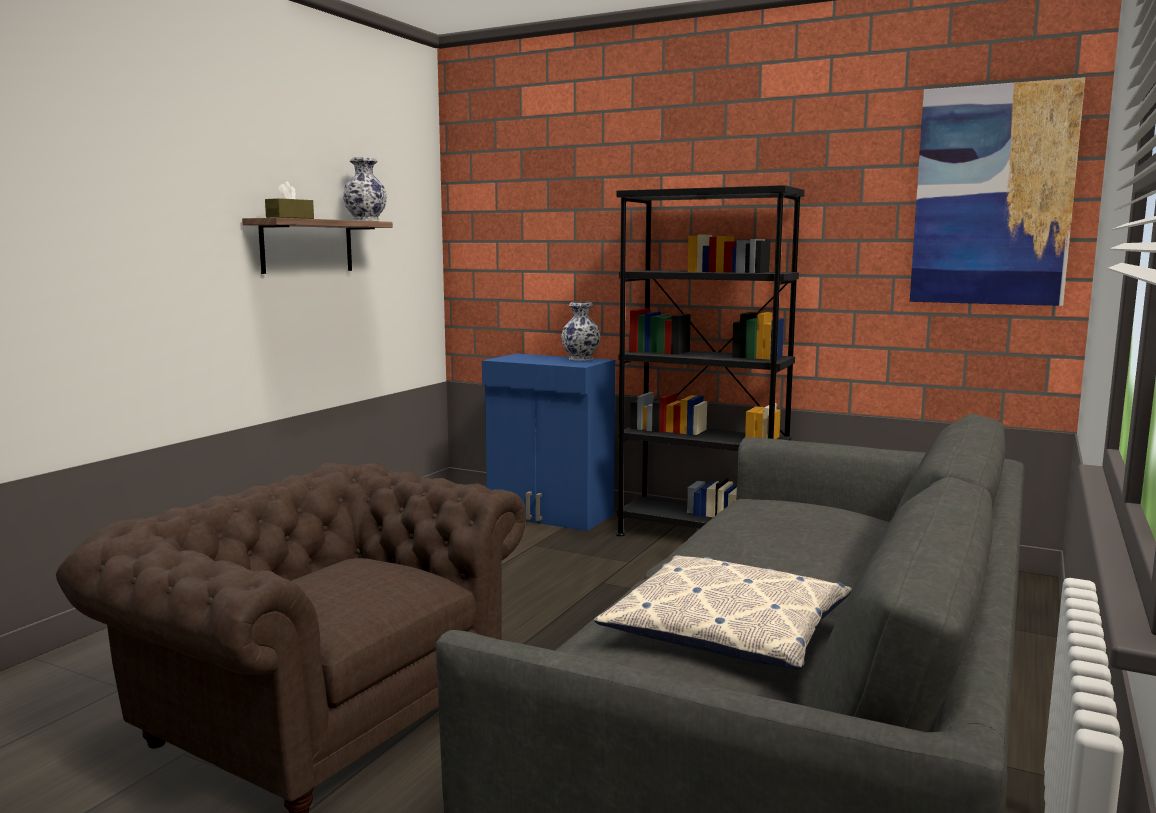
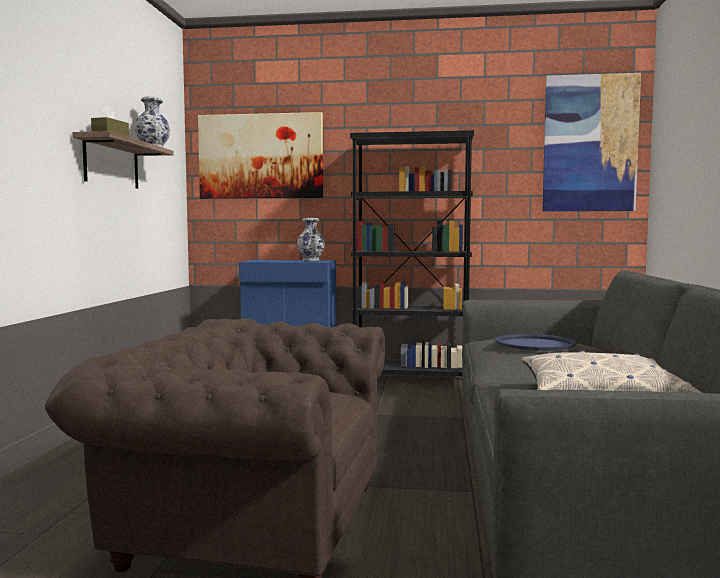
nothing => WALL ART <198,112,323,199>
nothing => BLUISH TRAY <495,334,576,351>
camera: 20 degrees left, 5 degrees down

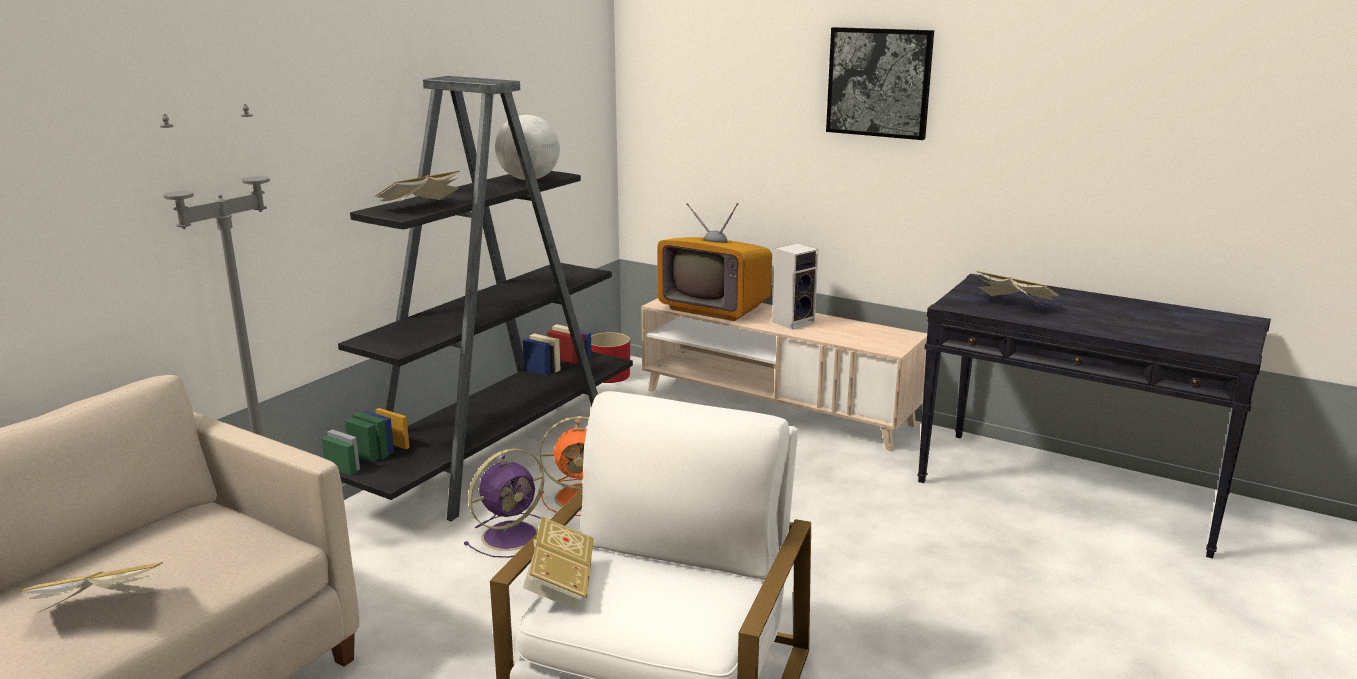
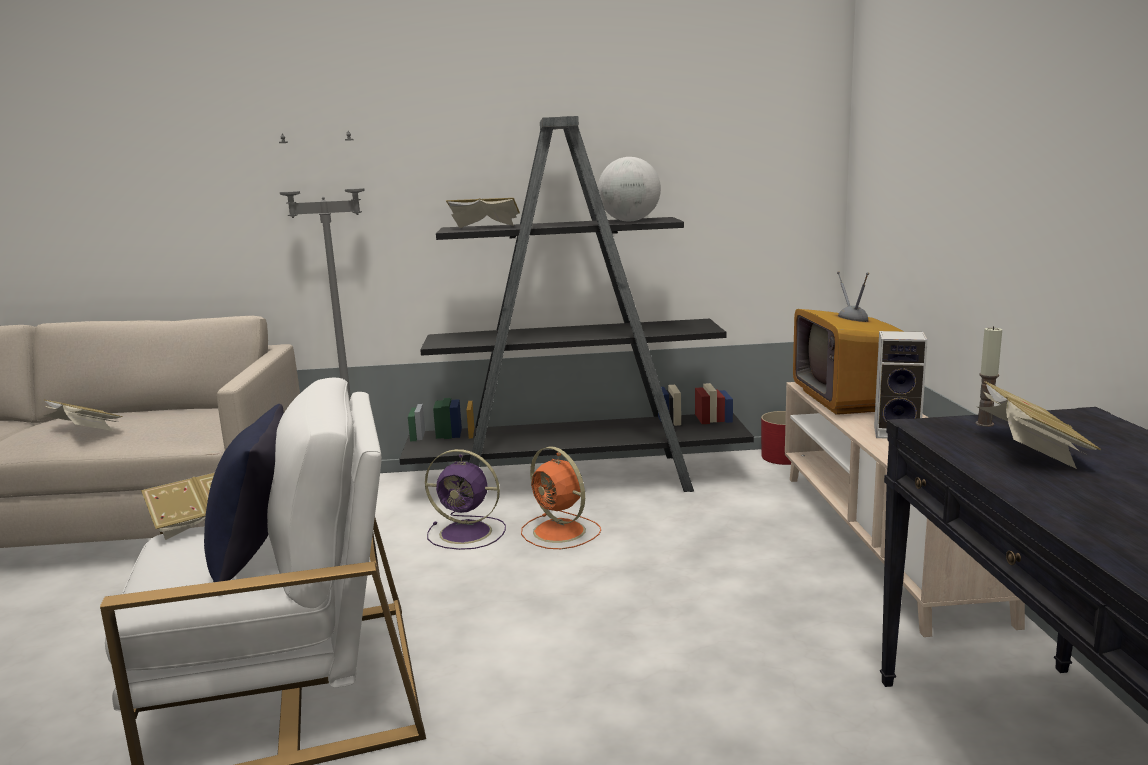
nothing => BLUISH PILLOW <204,404,284,582>
nothing => WAX CANDLE <975,326,1002,427>
WALL ART <826,27,934,140> => nothing
camera: 55 degrees right, 5 degrees down

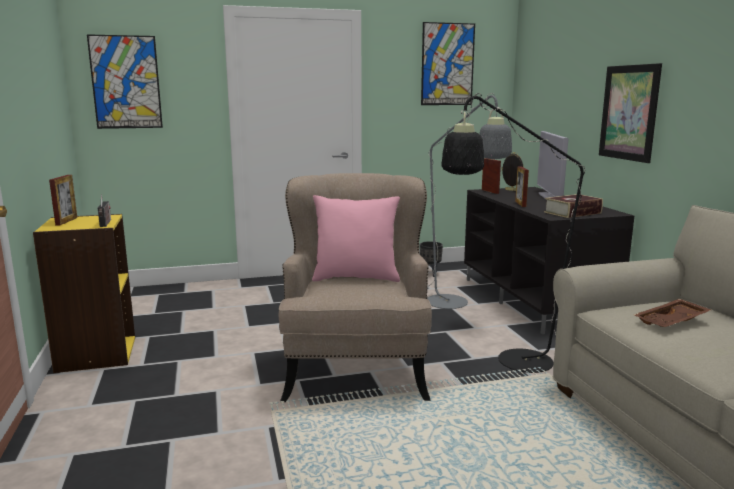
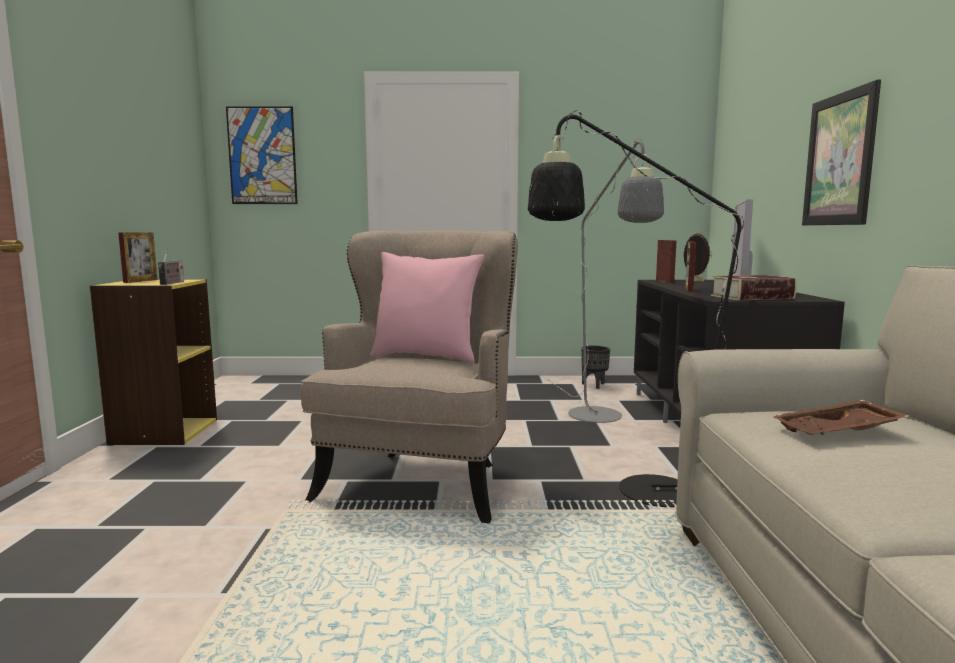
WALL ART <421,22,475,105> => nothing
camera: 15 degrees right, 5 degrees down

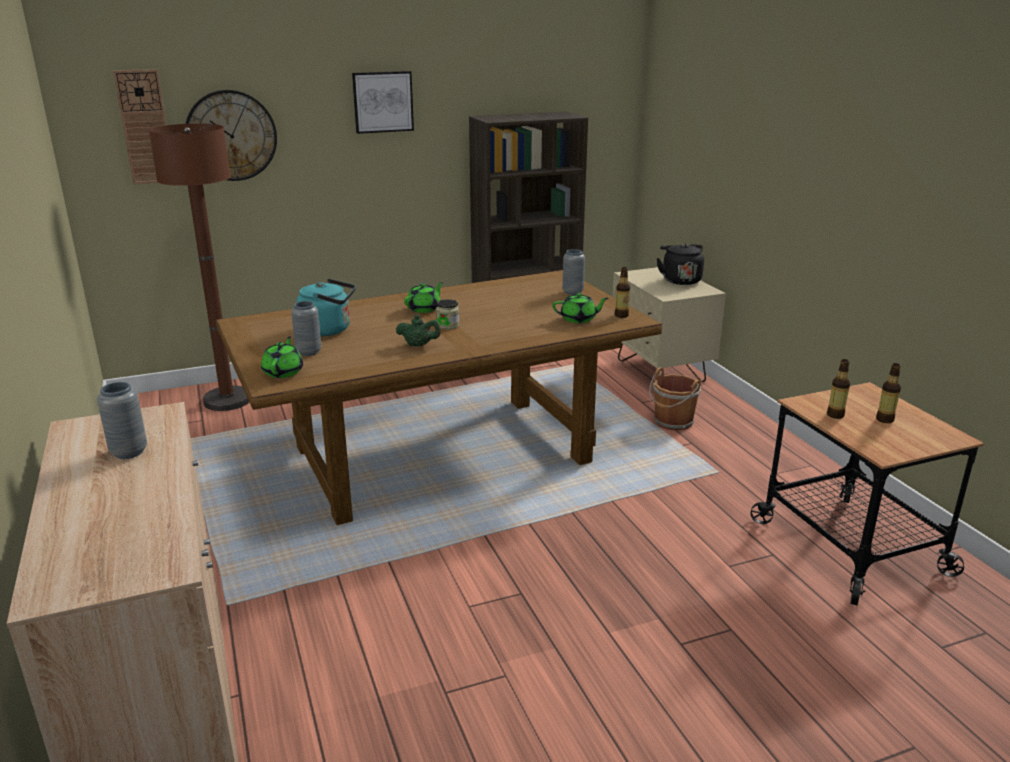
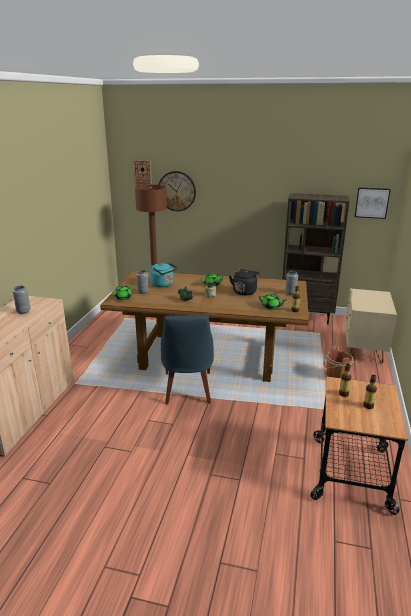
nothing => BLUISH UPRIGHT CHAIR <161,315,214,404>
BLACK TEA KETTLE <656,243,704,285> => BLACK TEA KETTLE <229,269,260,296>, move
WALL ART <352,71,414,134> => WALL ART <354,187,391,219>, move
camera: 35 degrees right, 0 degrees up

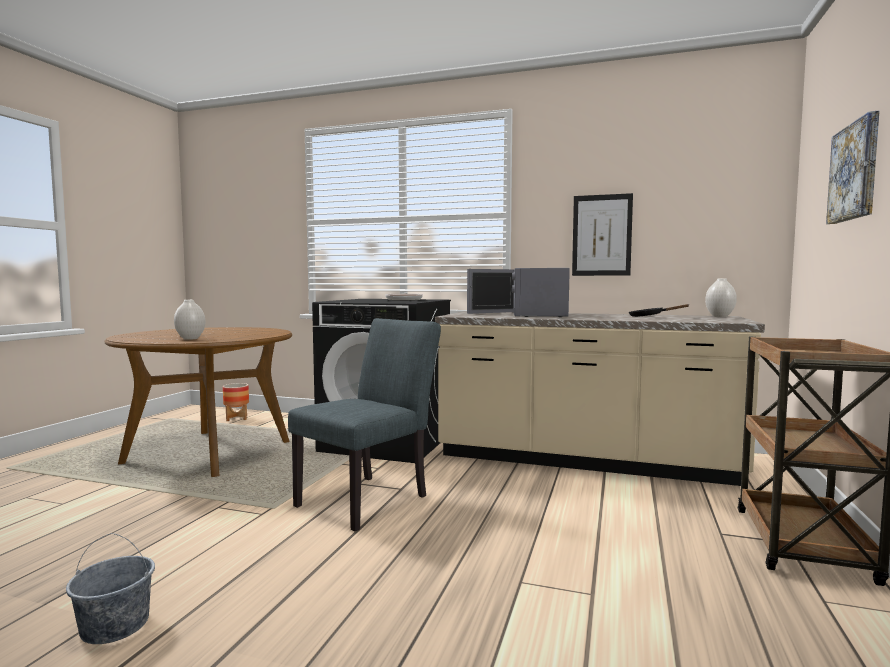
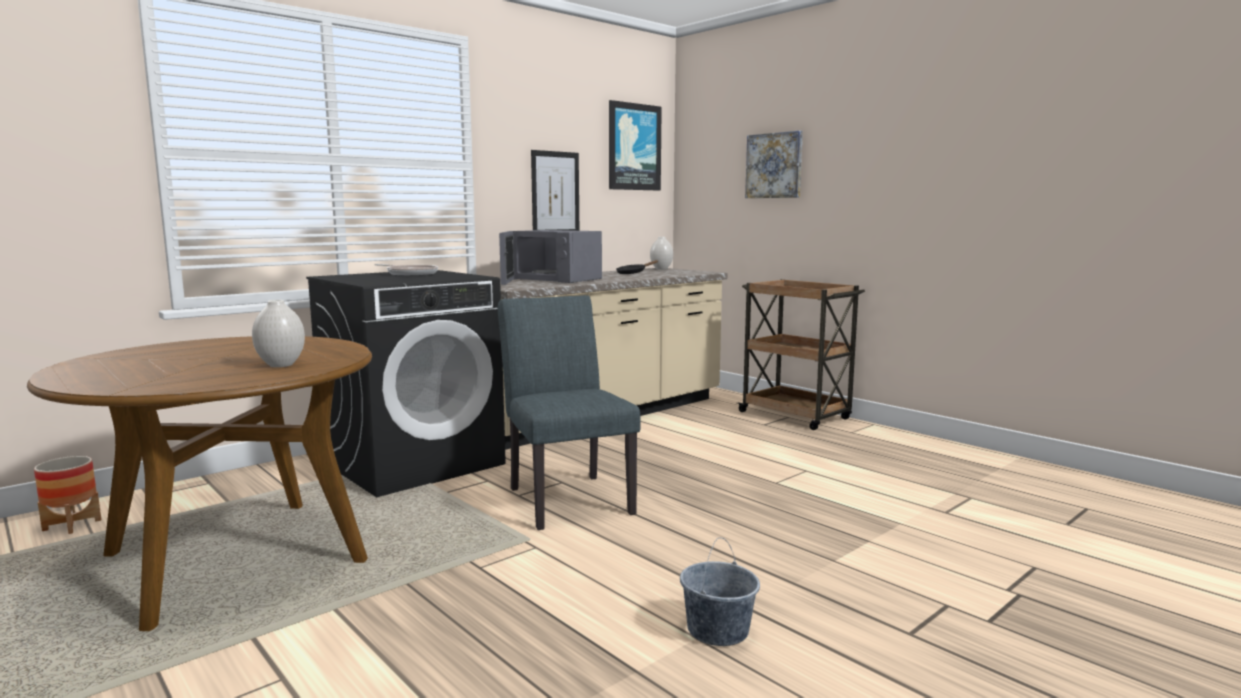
nothing => WALL ART <609,100,662,191>
camera: 60 degrees left, 5 degrees up

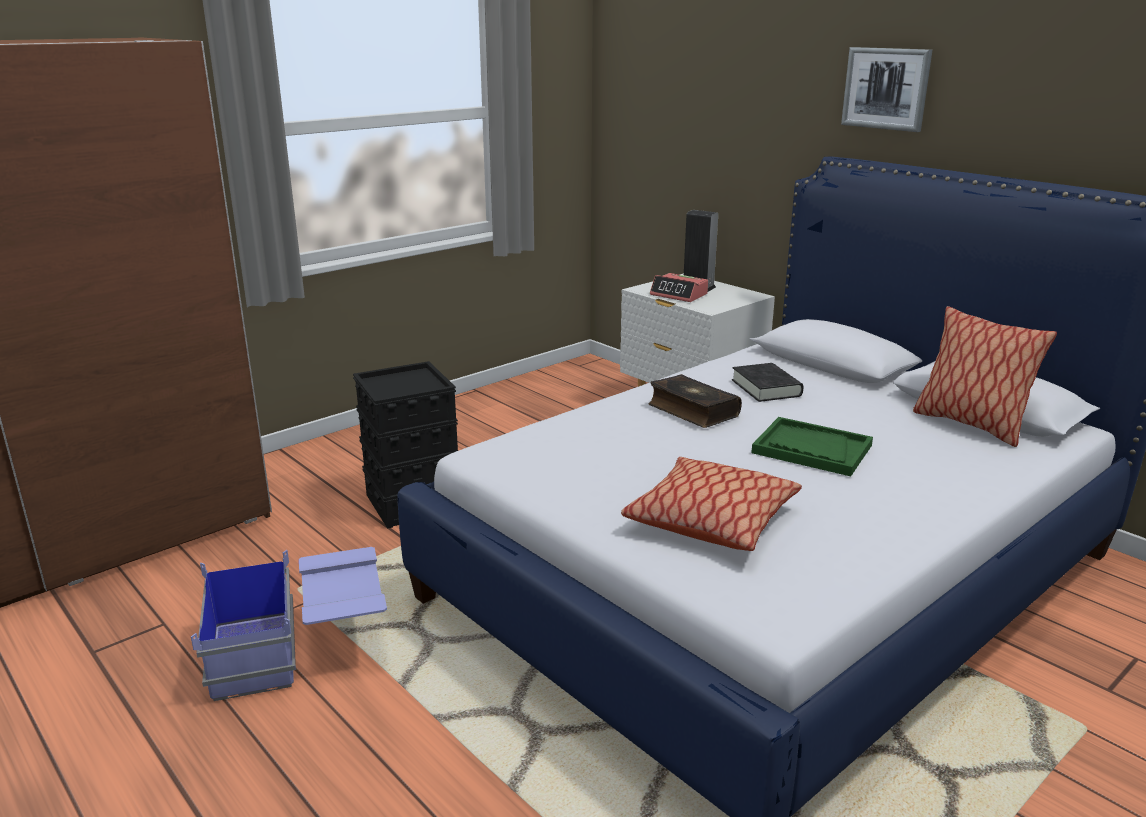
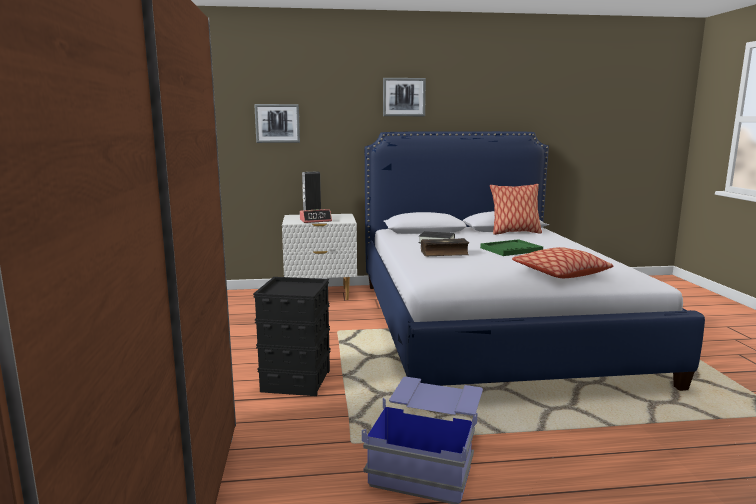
nothing => WALL ART <254,104,300,143>
camera: 55 degrees left, 10 degrees down

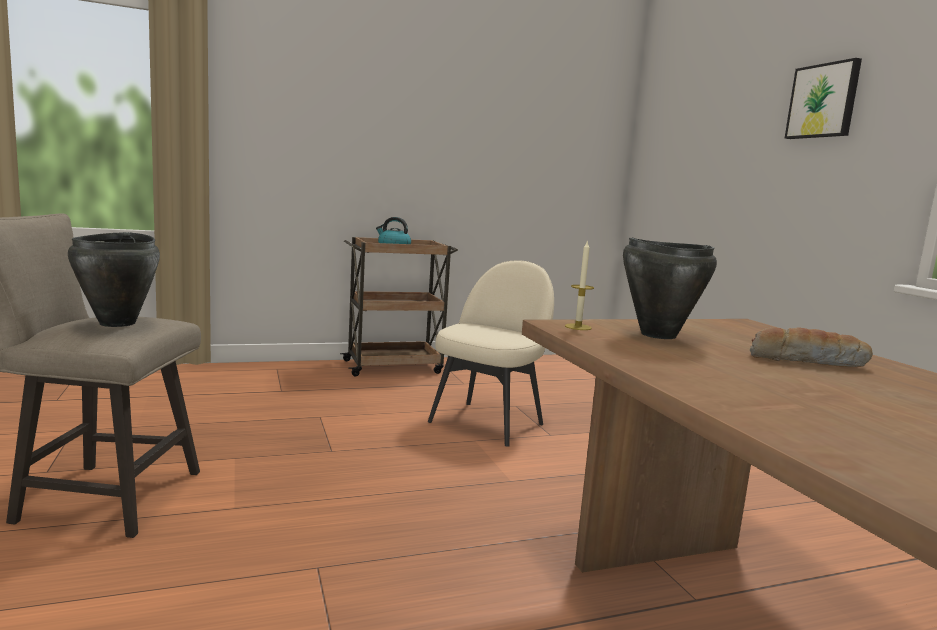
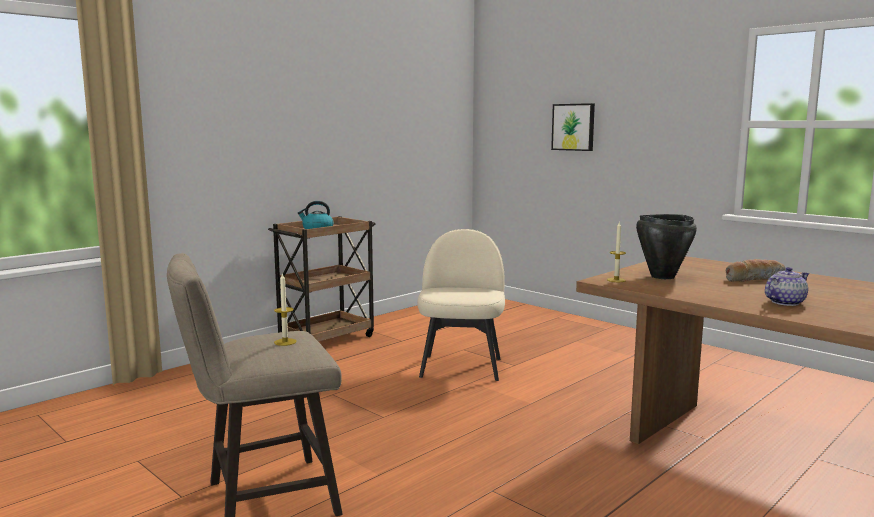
BLACK COOKING POT <68,232,160,327> => WAX CANDLE <274,274,297,346>
WALL ART <785,58,862,139> => WALL ART <551,103,595,151>, move
nothing => TEAPOT <765,267,809,306>
camera: 25 degrees left, 0 degrees up

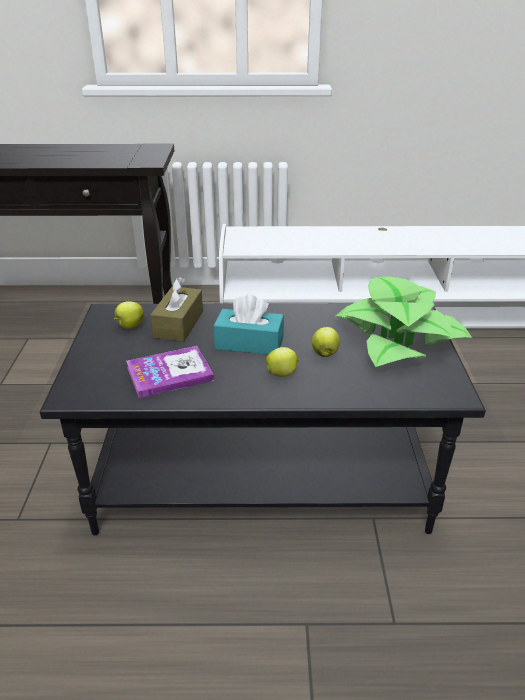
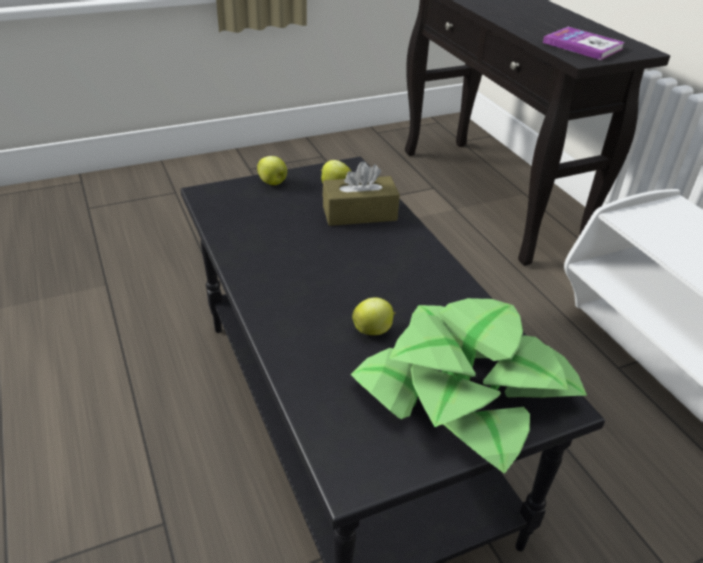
APPLE <265,347,300,377> => APPLE <257,156,287,185>, move
BOOK <126,346,214,398> => BOOK <543,27,625,60>, move
TURQUOISE TISSUE HOLDER <214,294,284,355> => nothing
camera: 65 degrees right, 5 degrees up

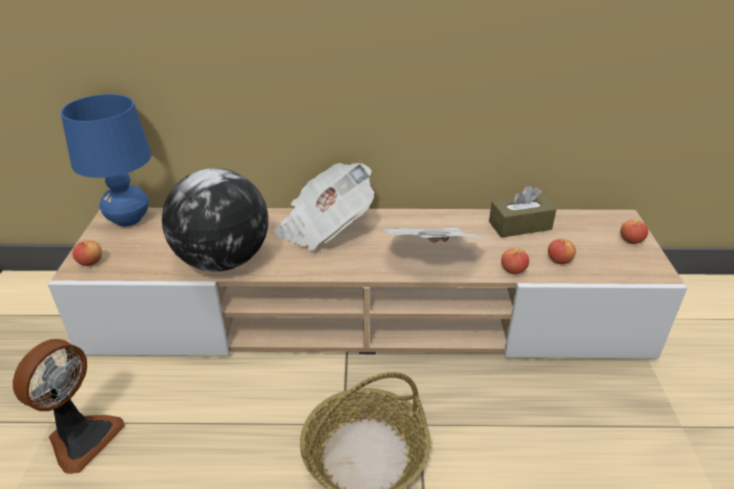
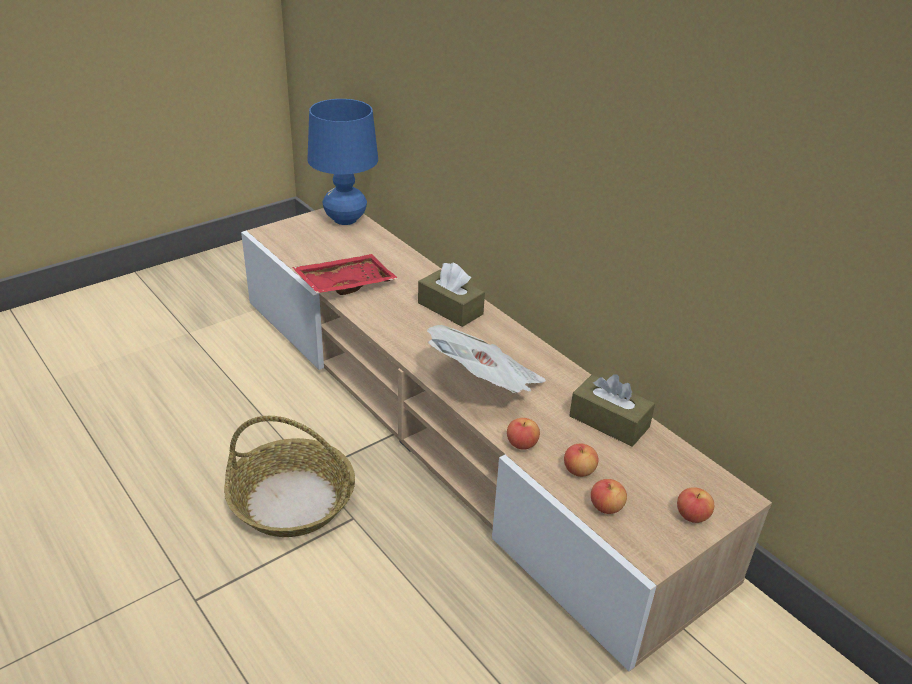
WORLD GLOBE <162,168,268,272> => RED TRAY <292,254,398,295>
PRINTED PAPER <274,163,374,251> => BROWNISH TISSUE HOLDER <418,263,485,327>
APPLE <72,240,102,266> => APPLE <591,479,627,514>, move
FAN <13,339,125,474> => nothing
camera: 50 degrees right, 0 degrees up

